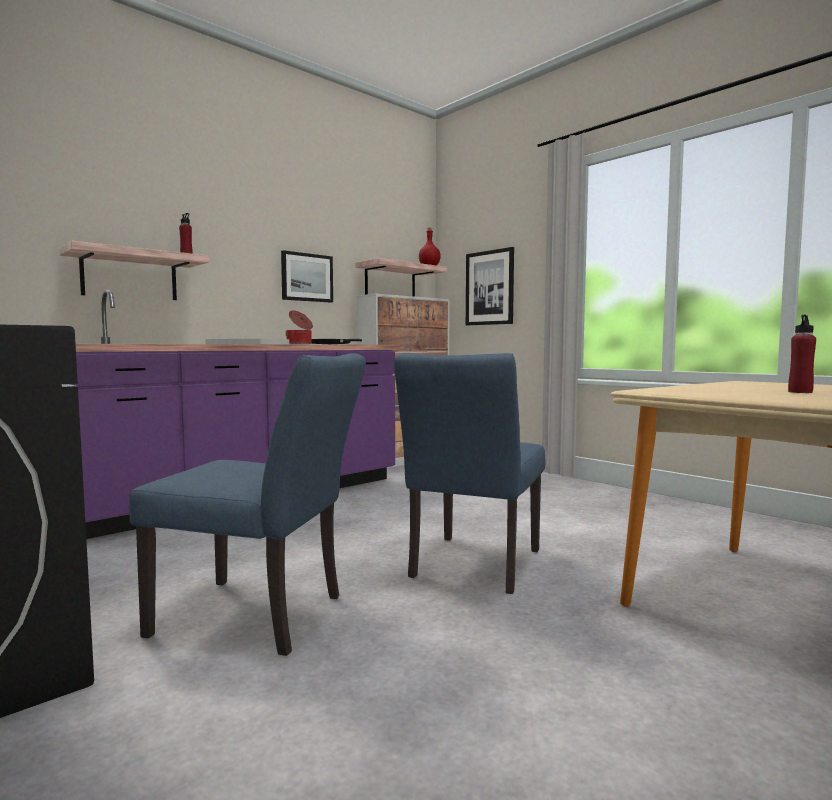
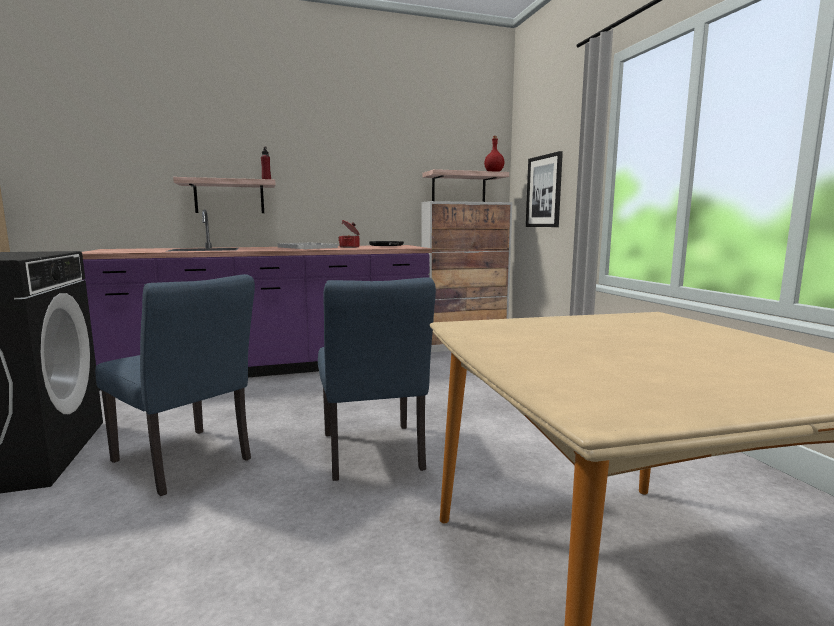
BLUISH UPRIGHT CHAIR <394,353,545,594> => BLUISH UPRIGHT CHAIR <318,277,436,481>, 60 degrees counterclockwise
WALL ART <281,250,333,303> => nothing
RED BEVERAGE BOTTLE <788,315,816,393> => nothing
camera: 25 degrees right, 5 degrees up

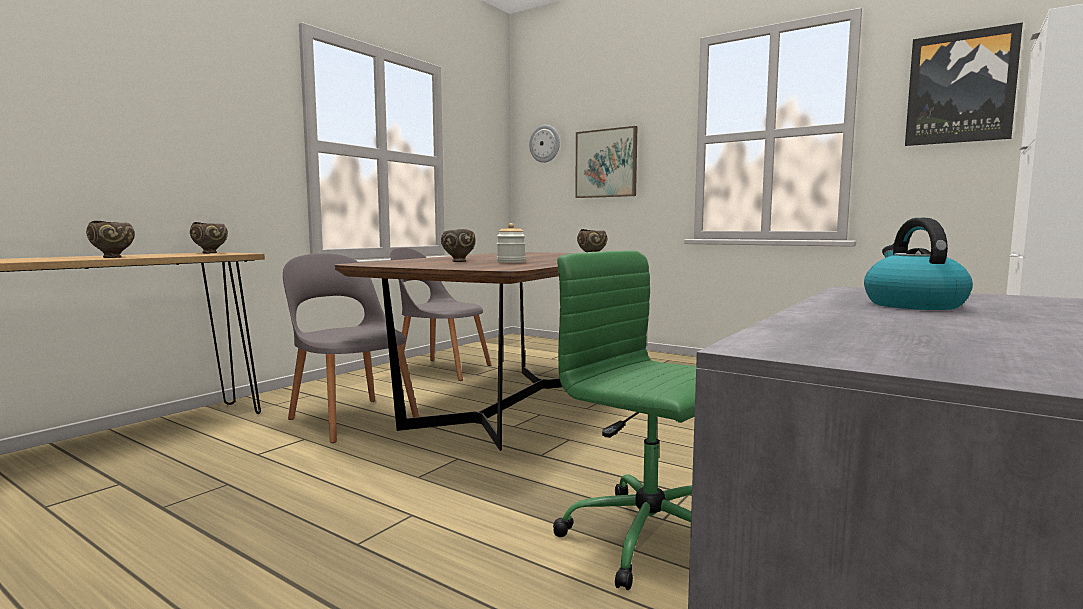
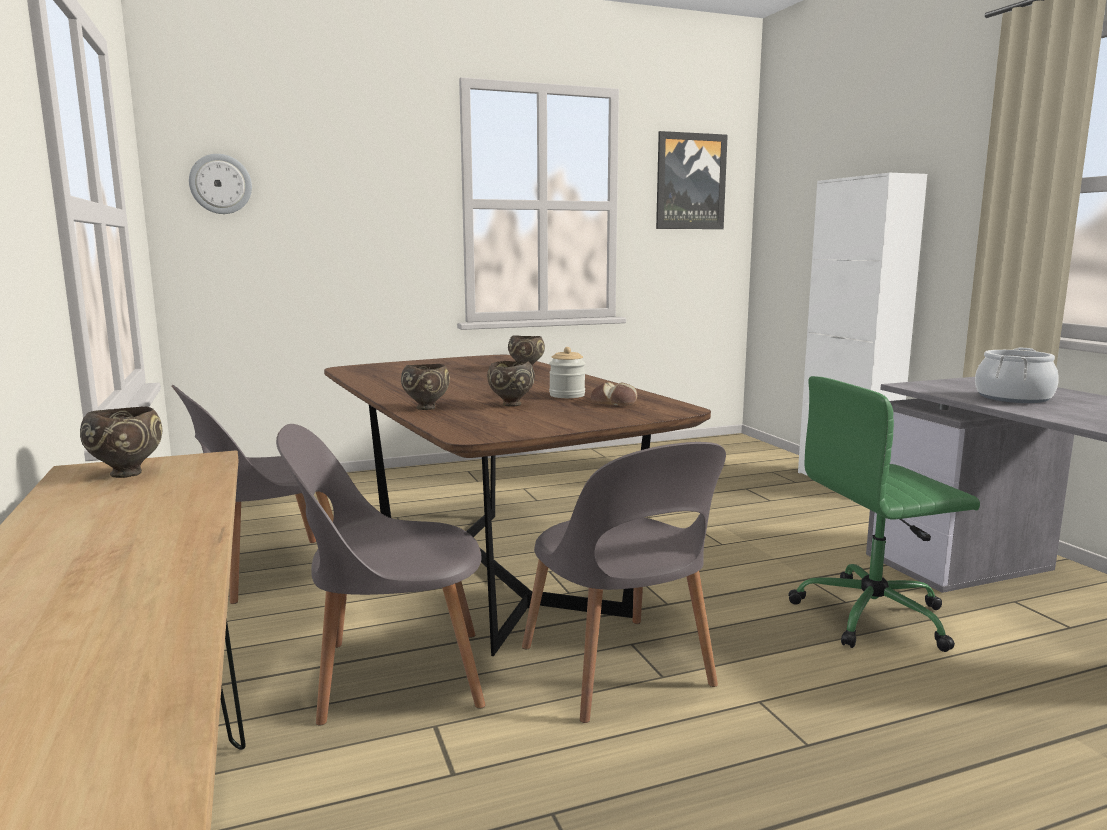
BROWNISH SERVING BOWL <86,221,135,258> => BROWNISH SERVING BOWL <401,364,450,410>, move
nothing => GRAY UPRIGHT CHAIR <522,442,726,723>
nothing => BAKED BREAD <590,382,638,406>
TEA KETTLE <864,218,973,310> => COOKING POT <975,348,1059,403>
WALL ART <575,126,638,198> => nothing
camera: 55 degrees left, 5 degrees up

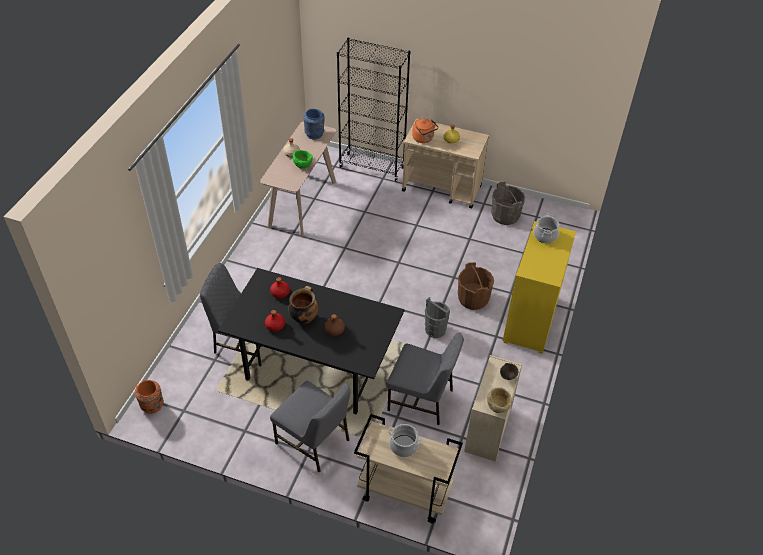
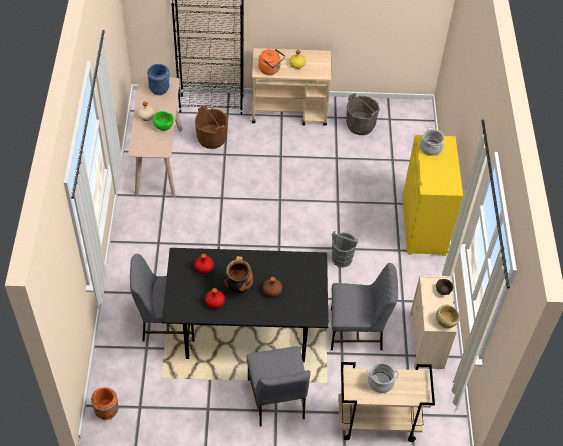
BROWNISH WATER BUCKET <458,262,494,310> => BROWNISH WATER BUCKET <195,105,228,149>, move
GRAY UPRIGHT CHAIR <270,380,351,473> => GRAY UPRIGHT CHAIR <247,346,311,426>, 60 degrees clockwise
camera: 20 degrees left, 5 degrees up

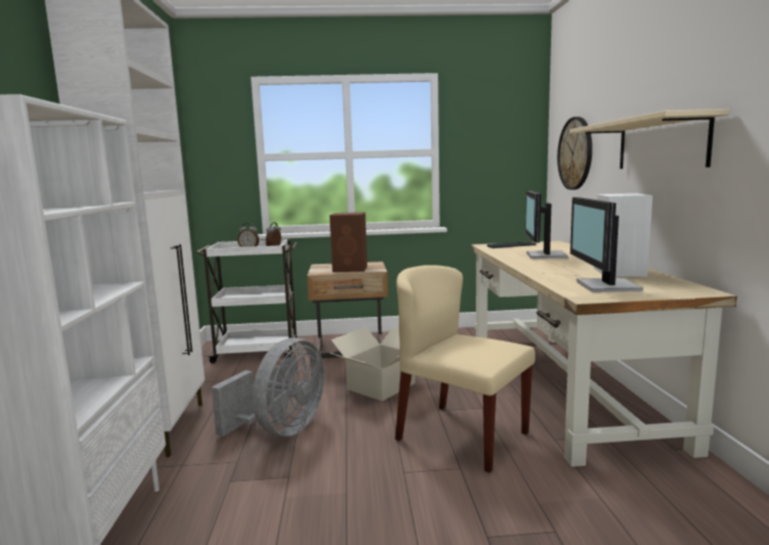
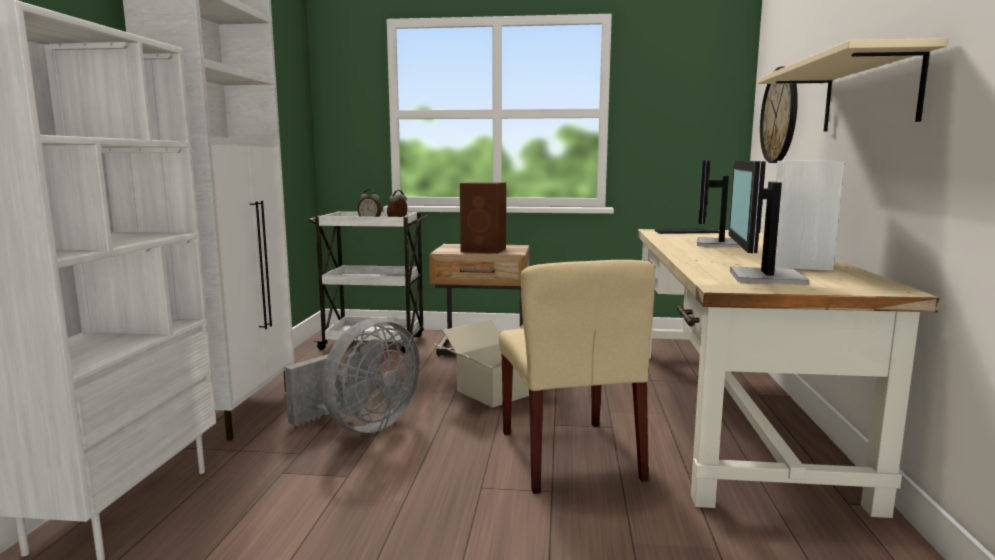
SAND-COLOURED UPRIGHT CHAIR <395,265,535,473> => SAND-COLOURED UPRIGHT CHAIR <499,260,655,494>, 150 degrees counterclockwise
camera: 10 degrees right, 0 degrees up

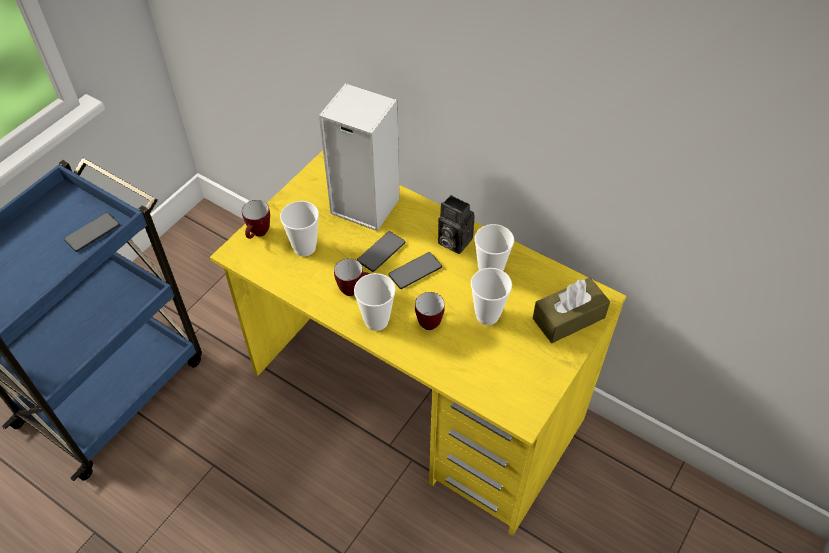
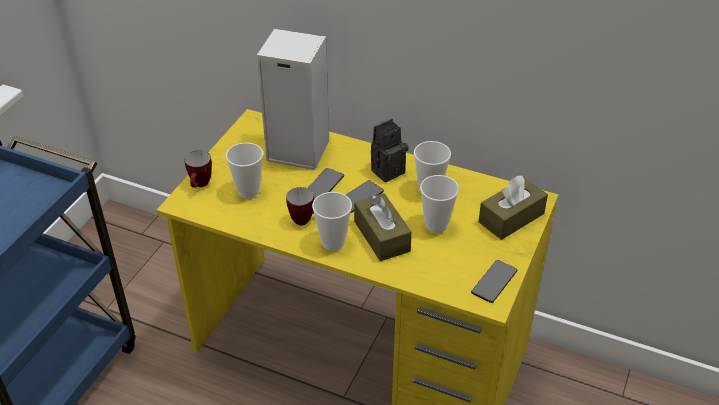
COFFEE MUG <415,292,445,330> => BROWNISH TISSUE HOLDER <354,193,412,261>
STILL CAMERA <438,195,475,254> => STILL CAMERA <371,118,409,182>, 120 degrees clockwise
TELEPHONE <64,213,120,252> => TELEPHONE <471,260,517,303>, move
camera: 10 degrees left, 10 degrees down

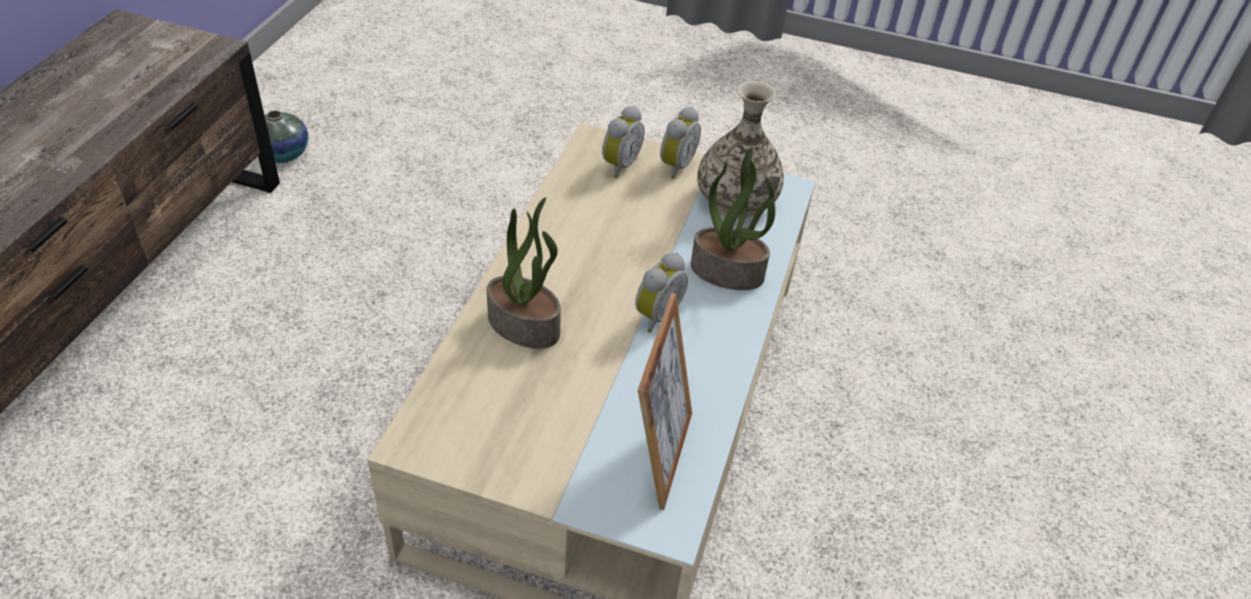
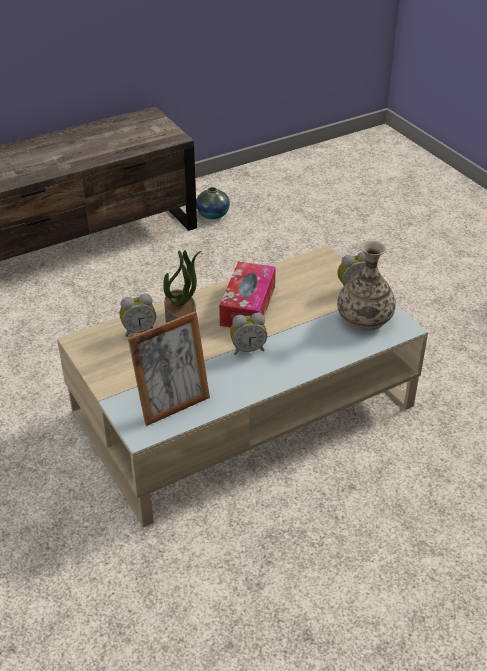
BEDSIDE CLOCK <602,106,645,178> => BEDSIDE CLOCK <120,293,156,337>, move
nothing => TISSUE HOLDER <219,261,276,327>
POTTED PLANT <691,147,775,290> => nothing
camera: 45 degrees right, 5 degrees down

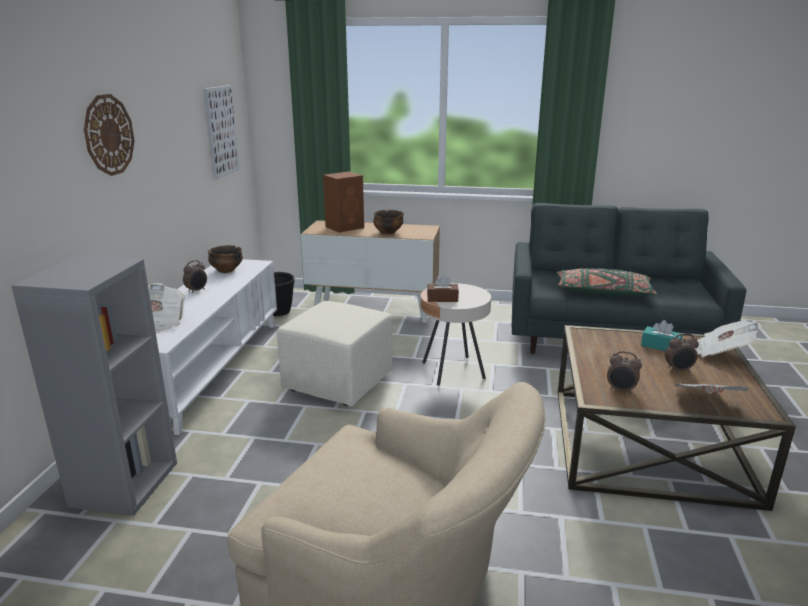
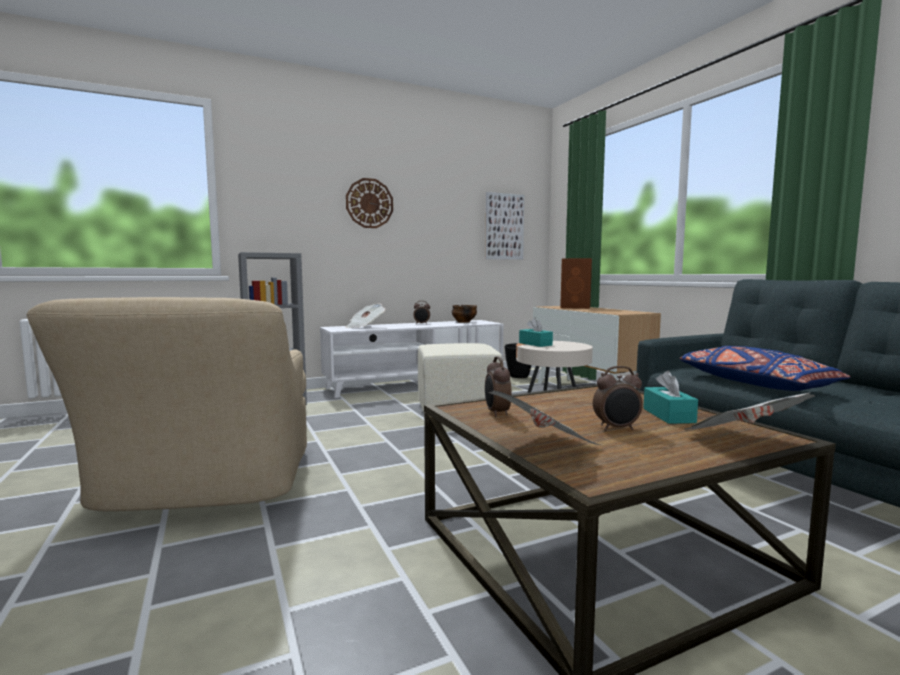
BROWNISH TISSUE HOLDER <427,275,459,302> => TURQUOISE TISSUE HOLDER <519,318,553,347>
BEDSIDE CLOCK <665,333,699,372> => BEDSIDE CLOCK <593,366,643,431>, 60 degrees counterclockwise
GREEN PILLOW <557,268,657,297> => BLUISH PILLOW <680,346,851,391>
SERVING BOWL <373,210,404,234> => nothing
camera: 55 degrees right, 15 degrees down

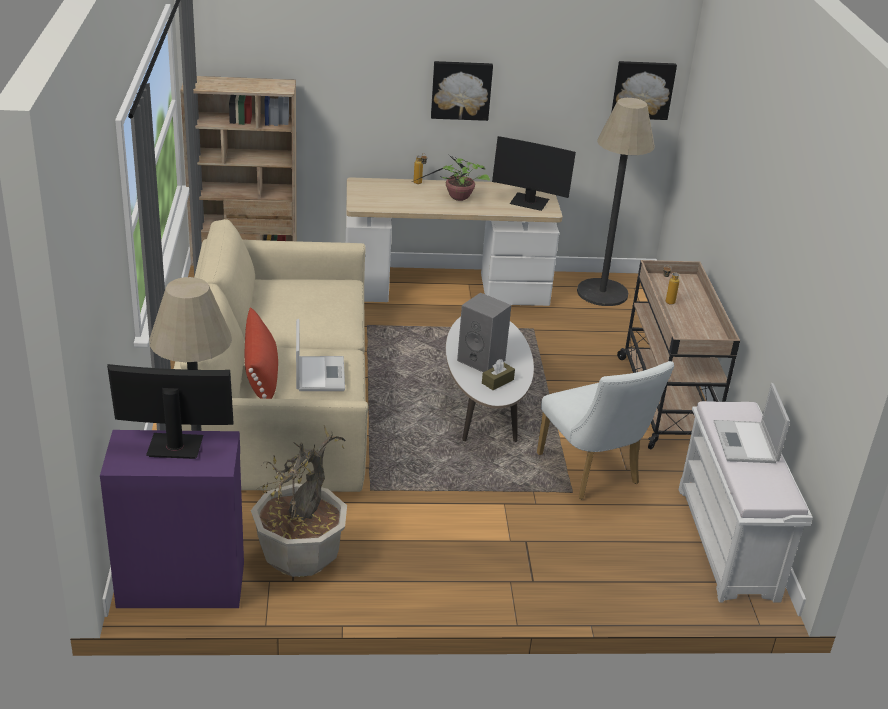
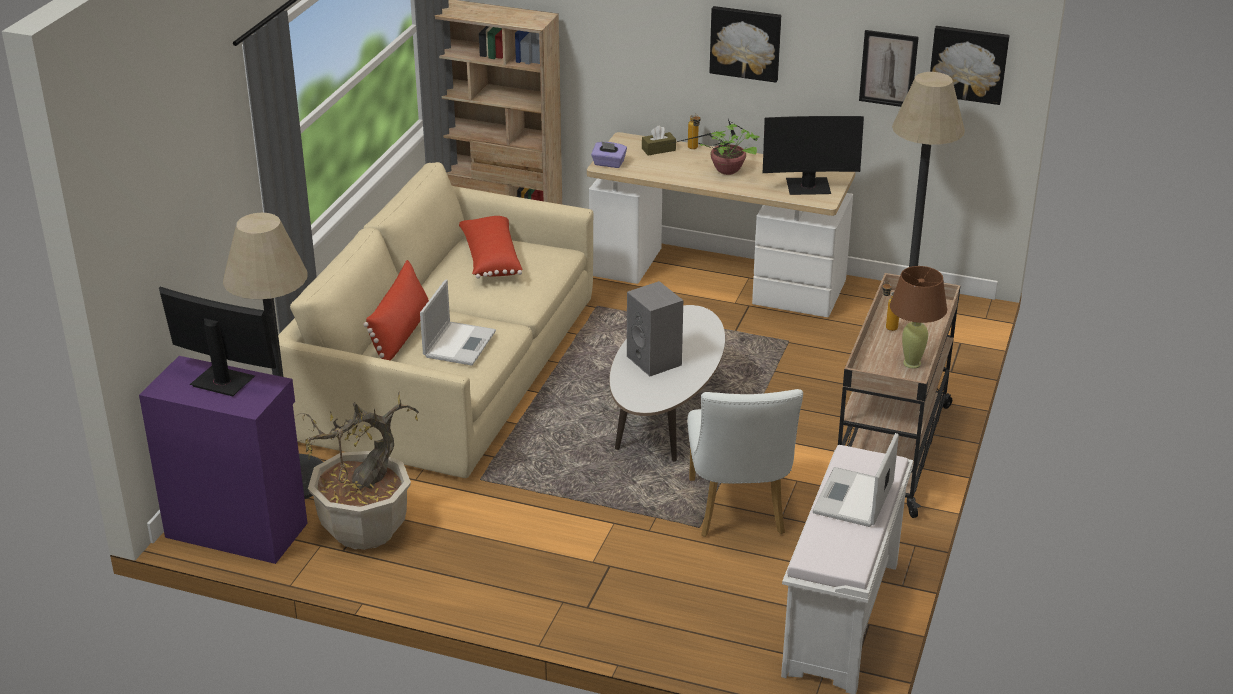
nothing => RED PILLOW <459,216,522,279>
nothing => PURPLE-COLOURED TISSUE HOLDER <591,141,627,168>
BROWNISH TISSUE HOLDER <482,359,515,390> => BROWNISH TISSUE HOLDER <642,125,676,155>, move
COMPUTER SCREEN <492,136,576,211> => COMPUTER SCREEN <763,116,864,195>, 45 degrees counterclockwise
nothing => WALL ART <859,30,919,107>
nothing => BROWNISH TABLE LAMP <890,266,947,369>
camera: 25 degrees right, 0 degrees up

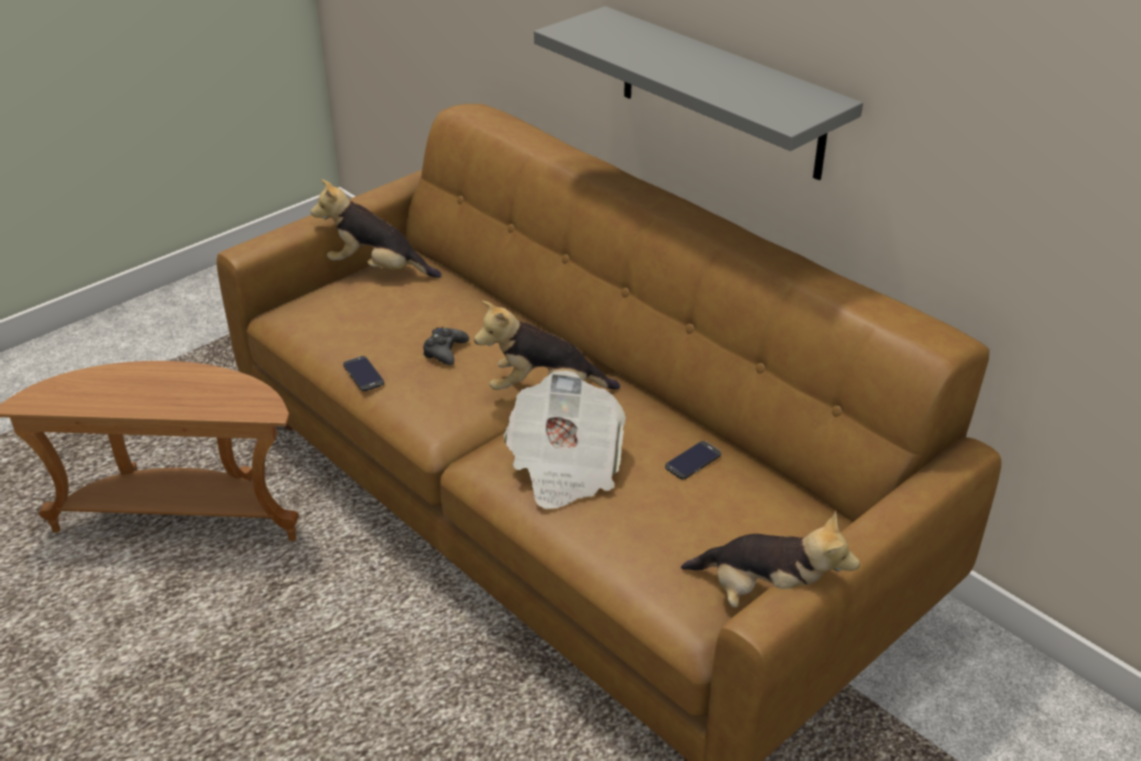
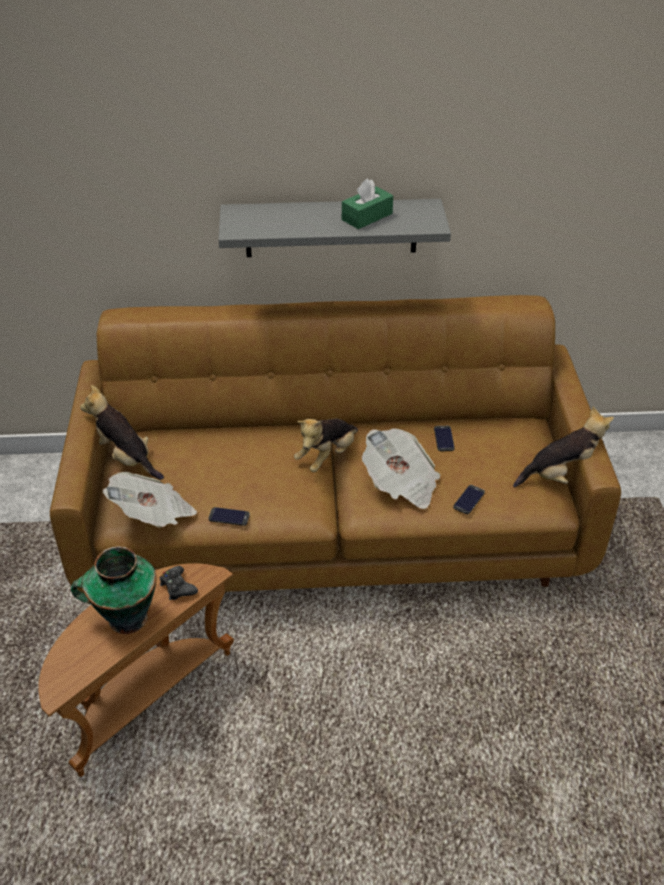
nothing => DECORATIVE VASE <71,546,156,634>
PLUSH TOY <311,179,442,278> => PLUSH TOY <80,385,164,480>, 75 degrees clockwise
nothing => PRINTED PAPER <102,472,197,527>
BLACK GAMEPAD <423,327,469,365> => BLACK GAMEPAD <160,566,198,600>, move
nothing => GREEN TISSUE HOLDER <342,179,393,229>
nothing => TELEPHONE <453,485,485,514>
camera: 50 degrees left, 5 degrees up

